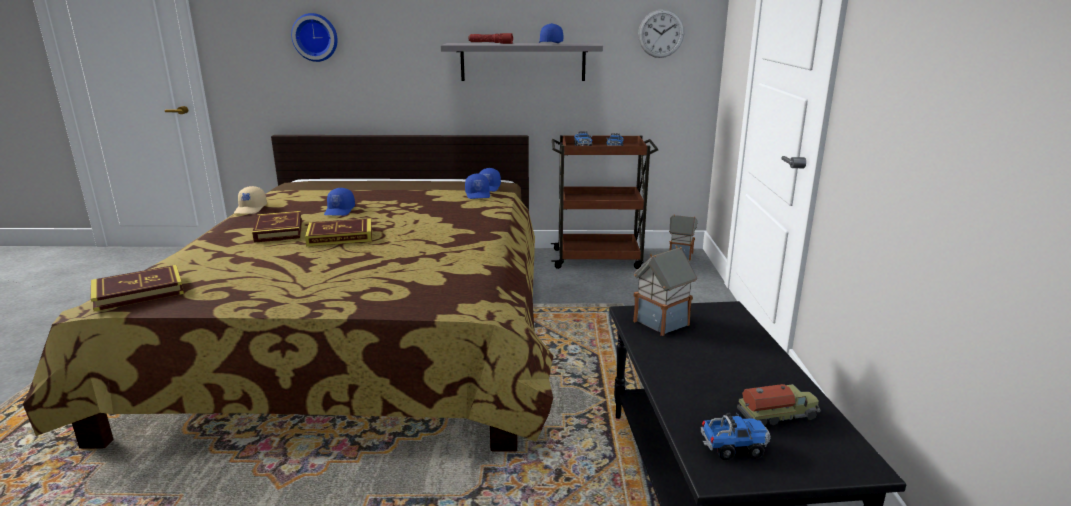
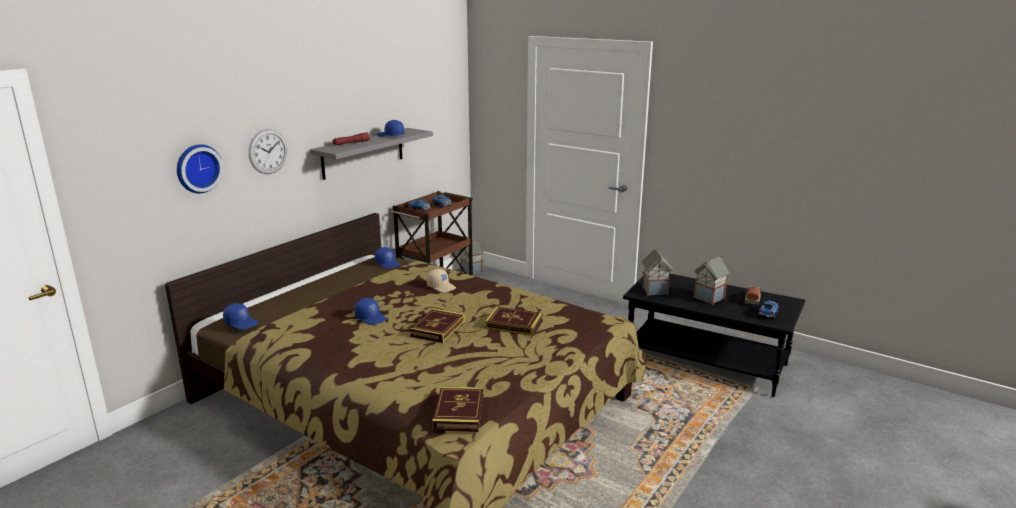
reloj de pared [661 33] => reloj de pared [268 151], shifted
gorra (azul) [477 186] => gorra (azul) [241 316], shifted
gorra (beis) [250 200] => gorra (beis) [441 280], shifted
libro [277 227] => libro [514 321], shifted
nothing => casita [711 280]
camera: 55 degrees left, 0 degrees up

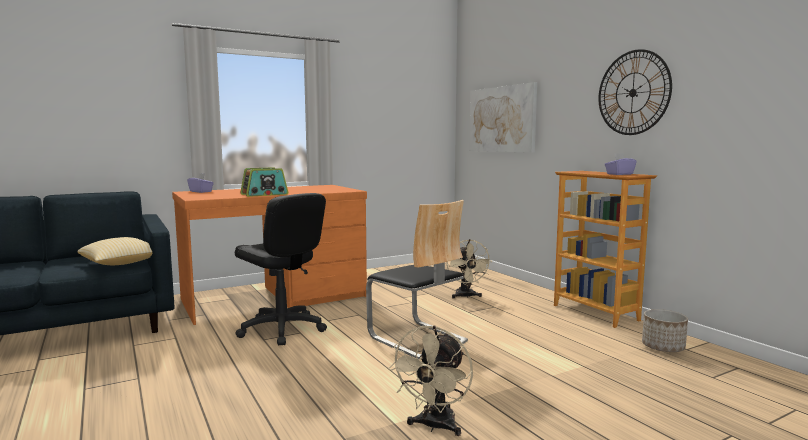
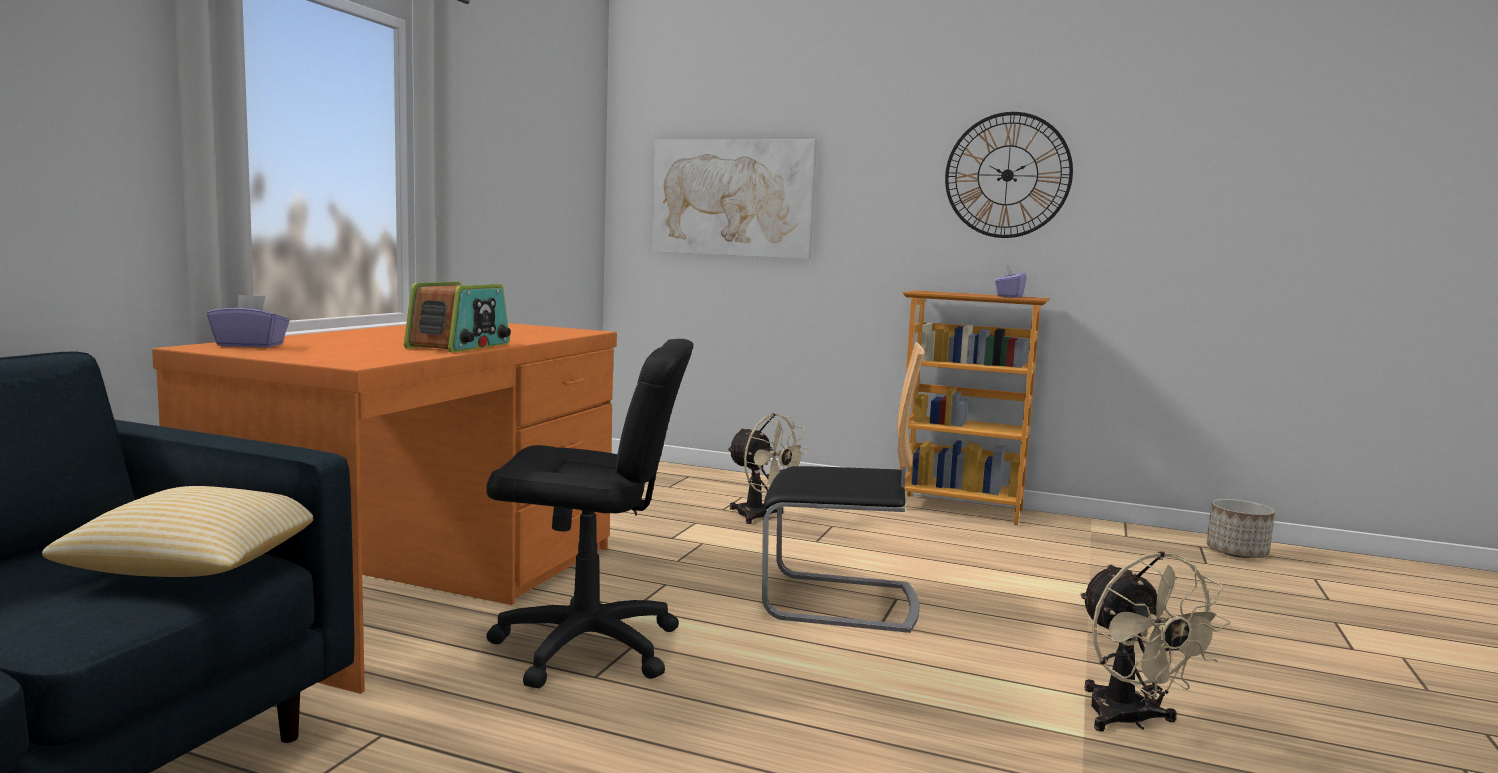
maceta [665 330] => maceta [1241 528], shifted
camera: 40 degrees left, 0 degrees up

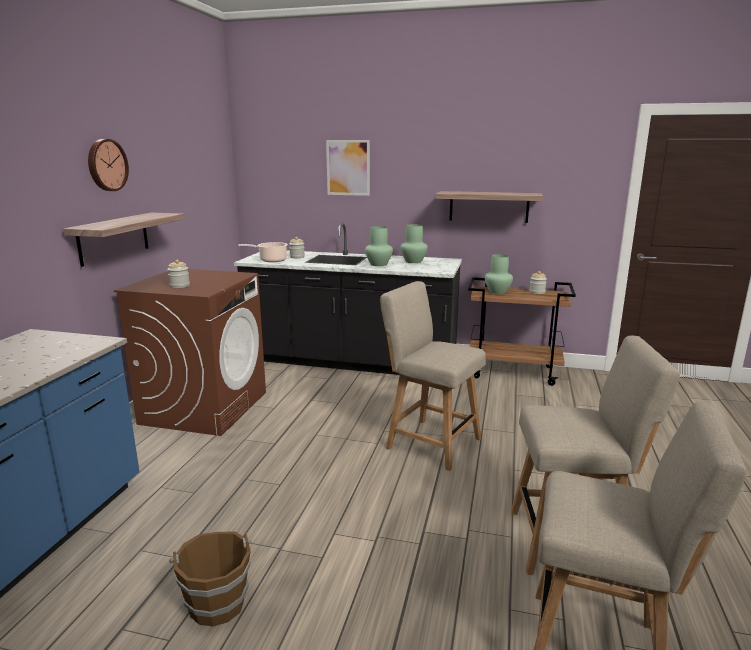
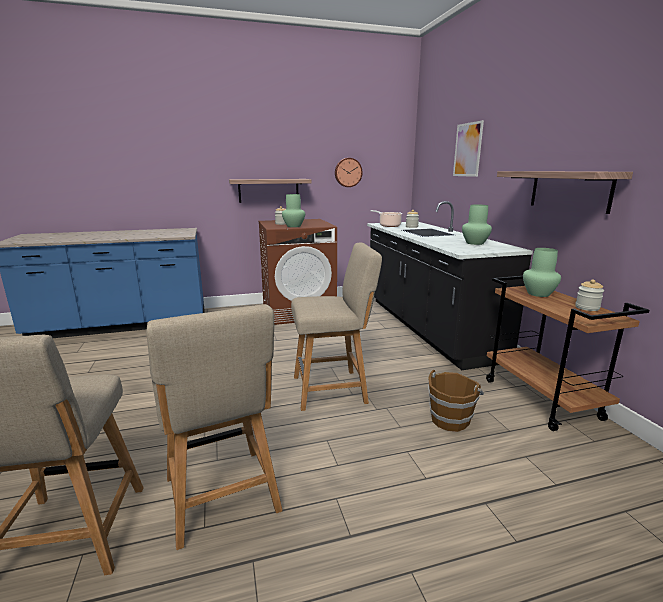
reloj de pared [108 165] => reloj de pared [349 172], shifted
florero (verde) [379 246] => florero (verde) [293 210], shifted
silla (beis) [433 376] => silla (beis) [336 327], 75 degrees clockwise
cubo (marrón) [210 579] => cubo (marrón) [456 401], shifted
camera: 60 degrees right, 0 degrees up

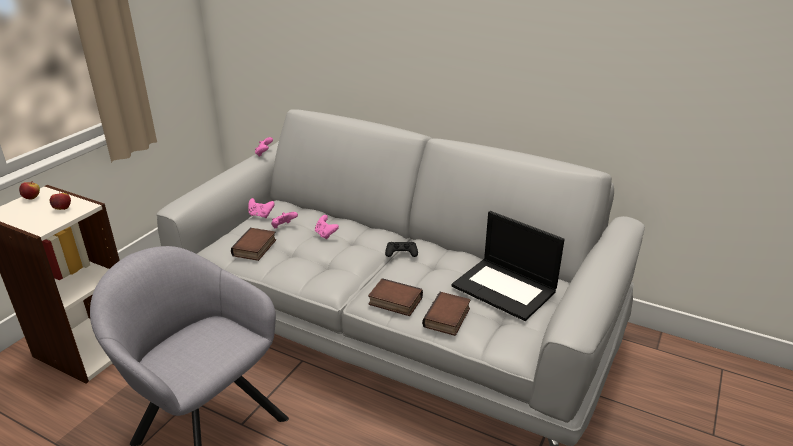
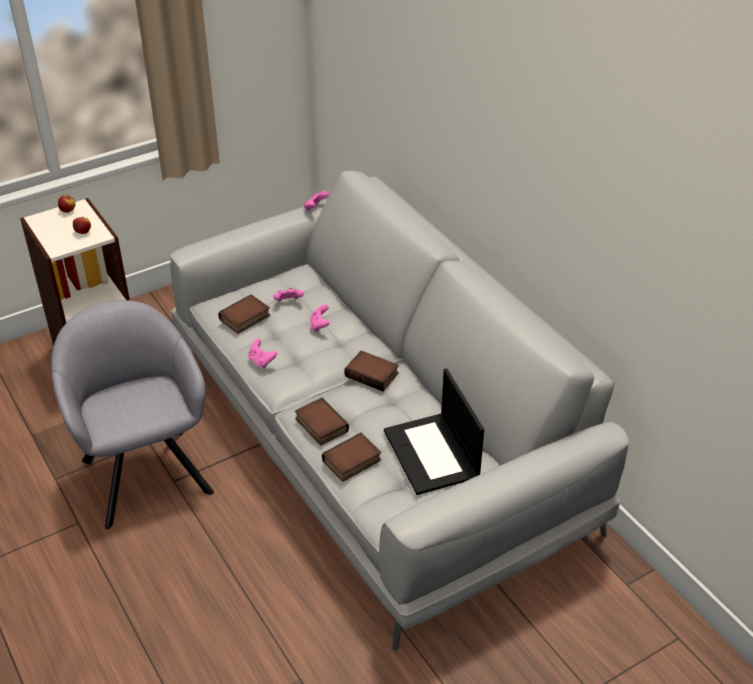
mando de consola (rosa) [261 208] => mando de consola (rosa) [262 353], shifted
mando de consola (negro) [401 249] => libro [371 371]
camera: 30 degrees right, 10 degrees up

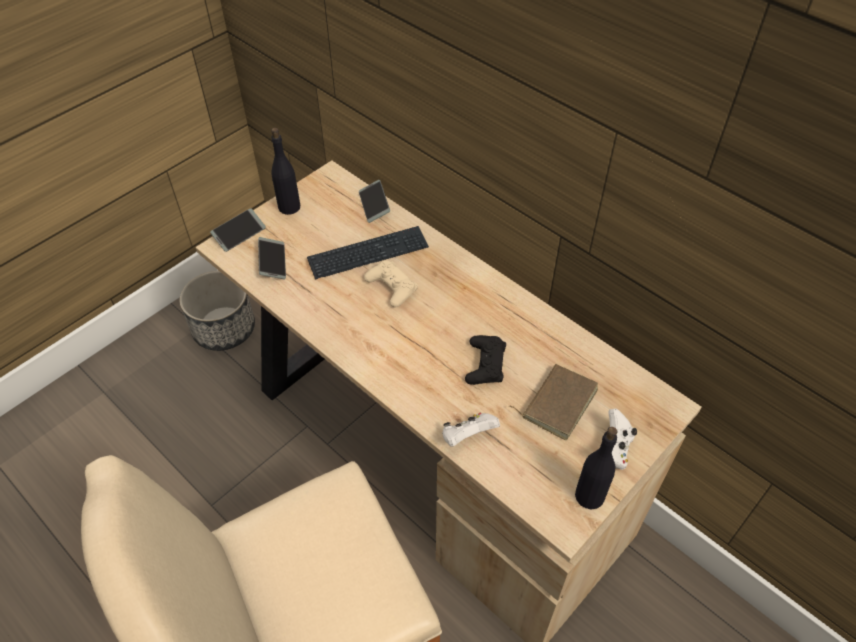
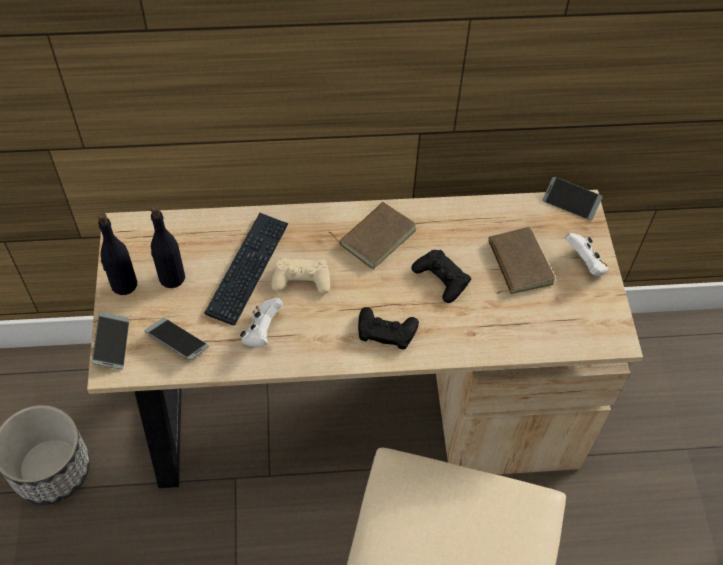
móvil [374 201] => móvil [572 199], shifted
mando de consola (blanco) [471 430] => mando de consola (blanco) [261 322], shifted
botella (negro) [596 468] => botella (negro) [168 247], shifted
nothing => libro (marrón) [372 235]
nothing => mando de consola (negro) [388 328]
camera: 50 degrees left, 5 degrees up

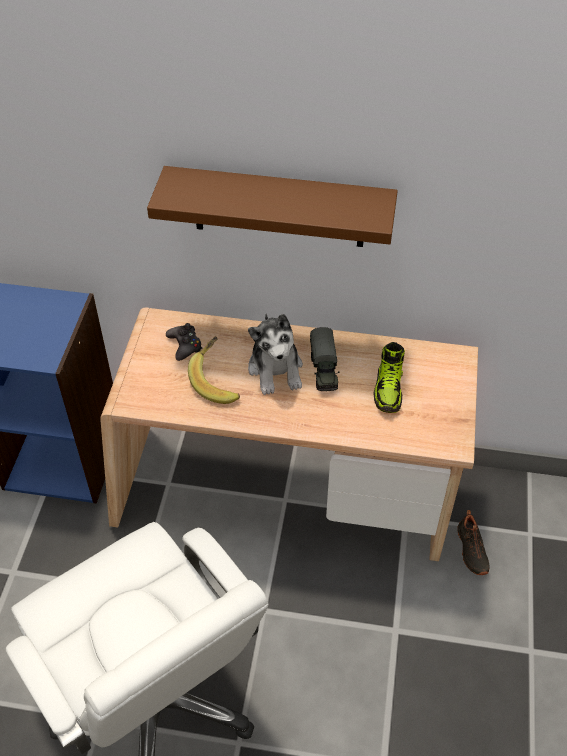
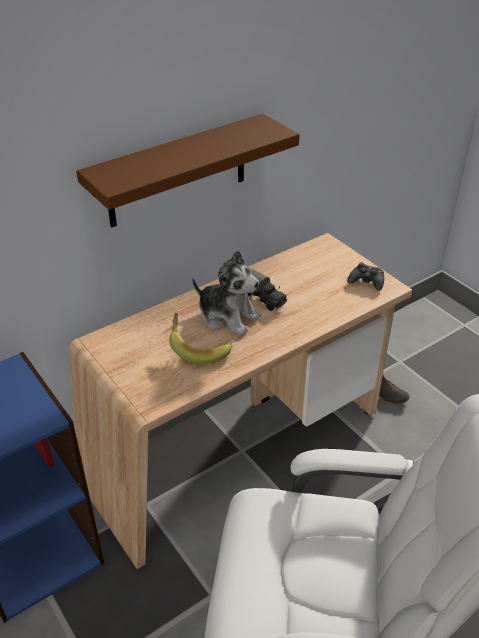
mando de consola (negro) [184 342] => mando de consola (negro) [365 276], shifted
zapato [389 377] => nothing
camera: 45 degrees left, 10 degrees down

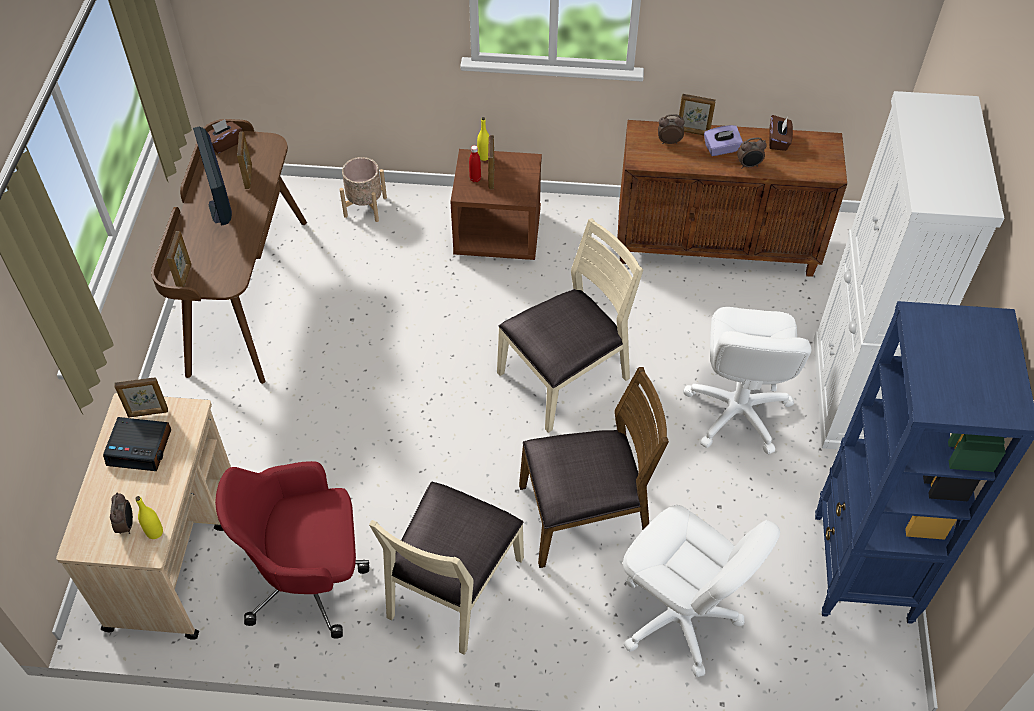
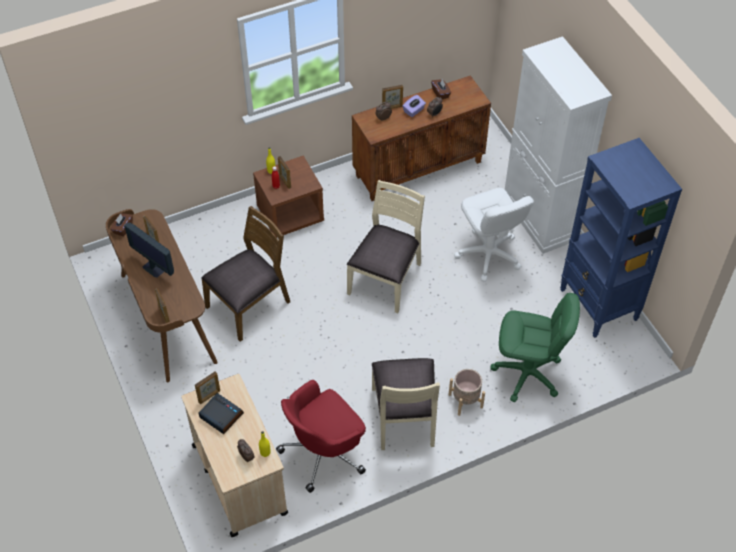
maceta (beis) [363 189] => maceta (beis) [467 392], shifted
silla (marrón) [594 467] => silla (marrón) [245 274], shifted
despertador [137 444] => despertador [221 413], 120 degrees counterclockwise
silla de oficina (blanco) [701 591] => silla de oficina (verde) [535 347]
camera: 30 degrees left, 0 degrees up

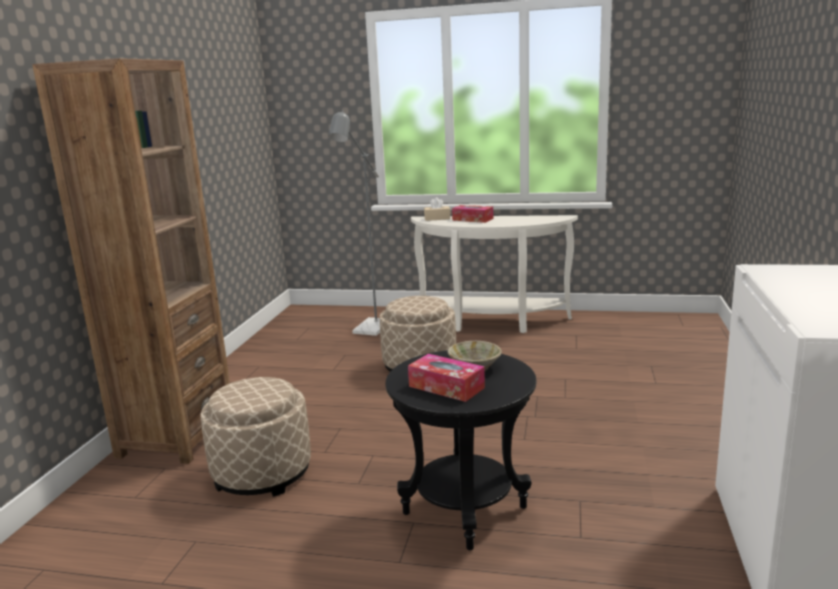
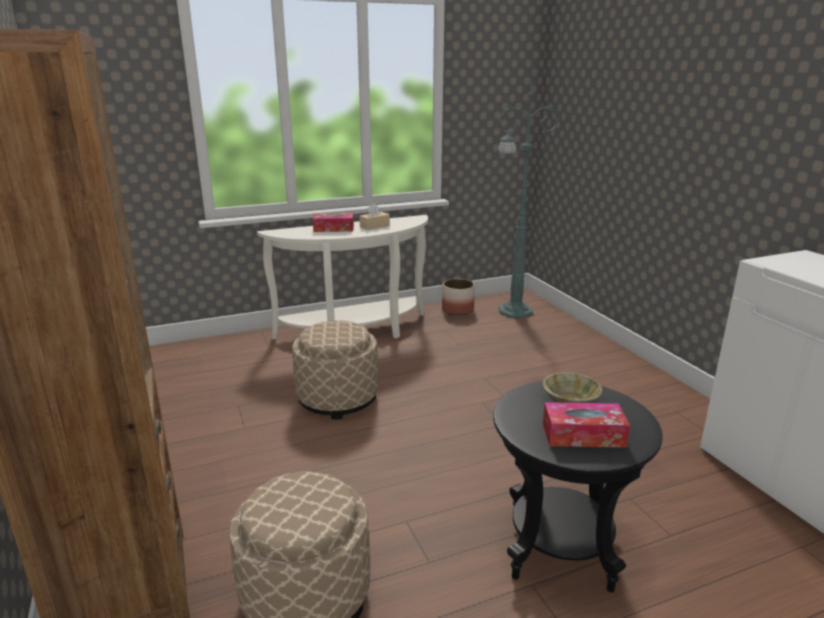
lámpara de pie (gris) [354 223] => nothing
caja de pañuelos (beis) [437 209] => caja de pañuelos (beis) [374 216], shifted
nothing => lámpara de pie (verde) [528 193]
nothing => maceta [458 297]
camera: 35 degrees left, 5 degrees up

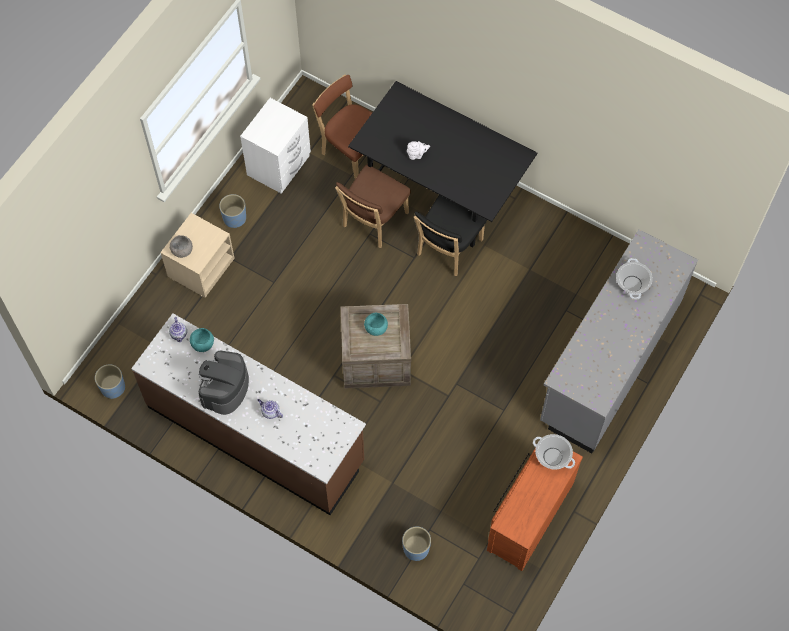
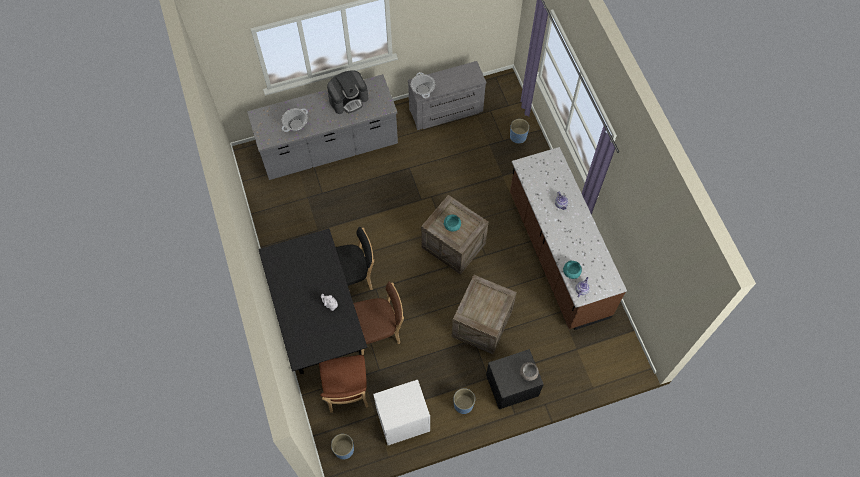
mesita de noche (beis) [197 255] => mesita de noche (negro) [515 379]
cafetera [224 383] => cafetera [347 92], shifted
maceta (azul) [110 381] => maceta (azul) [342 446], shifted
cómoda (marrón) [535 509] => cómoda (gris) [447 95]
nothing => caja de embalaje [484 315]
camera: 140 degrees left, 0 degrees up

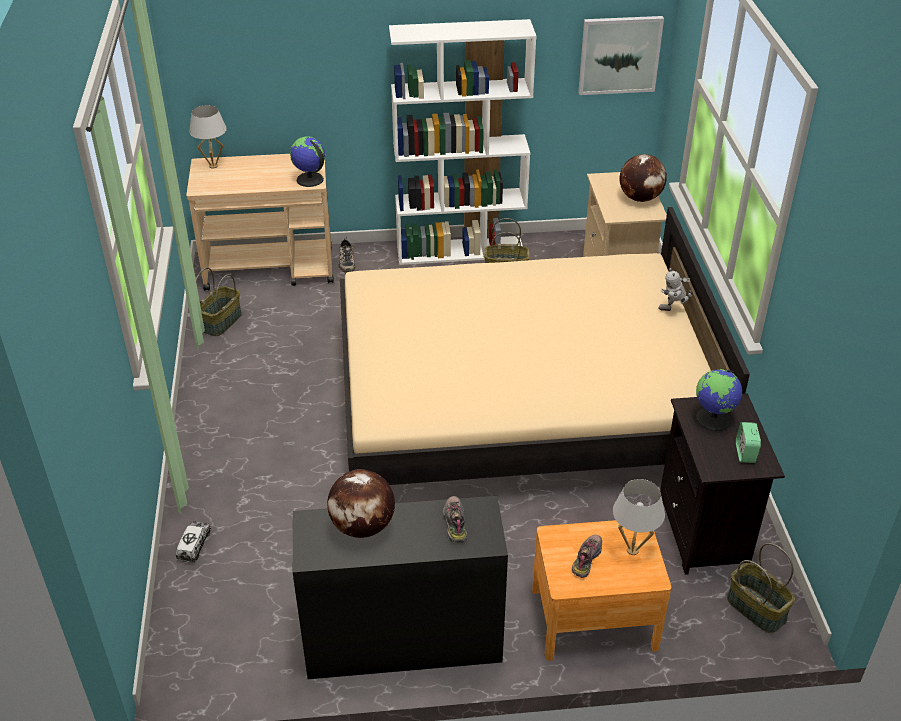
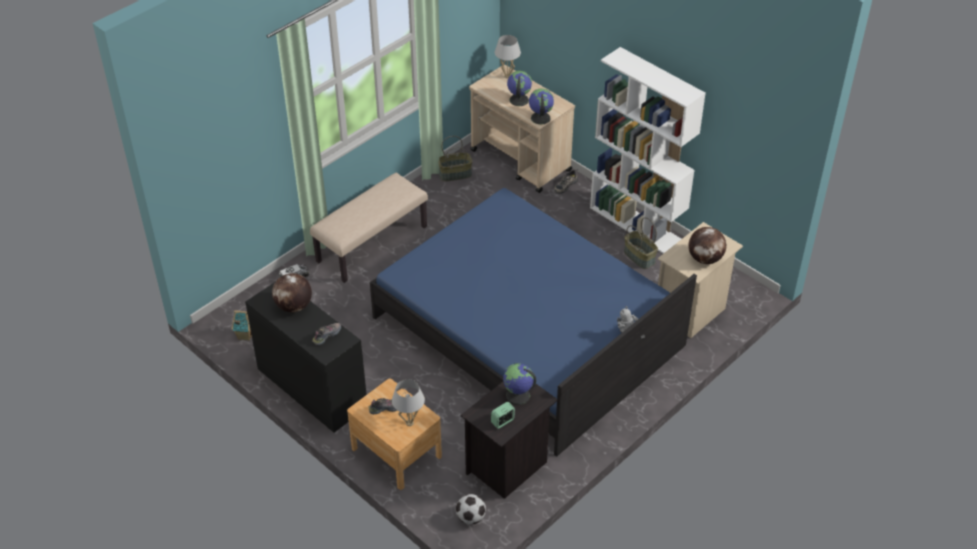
cuadro [621 55] => nothing
cama (beis) [545 346] => cama (azul) [533 322]
cesta [761 588] => balón de fútbol [471 509]
nothing => globo terráqueo [519 88]
nothing => banco (beis) [369 228]
nothing => casita [242 325]
camera: 50 degrees right, 5 degrees up

